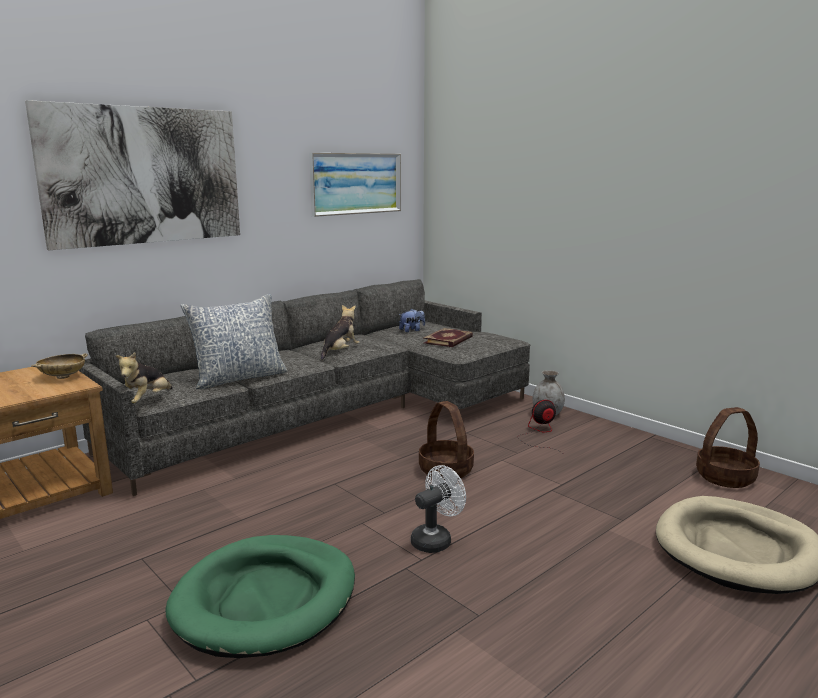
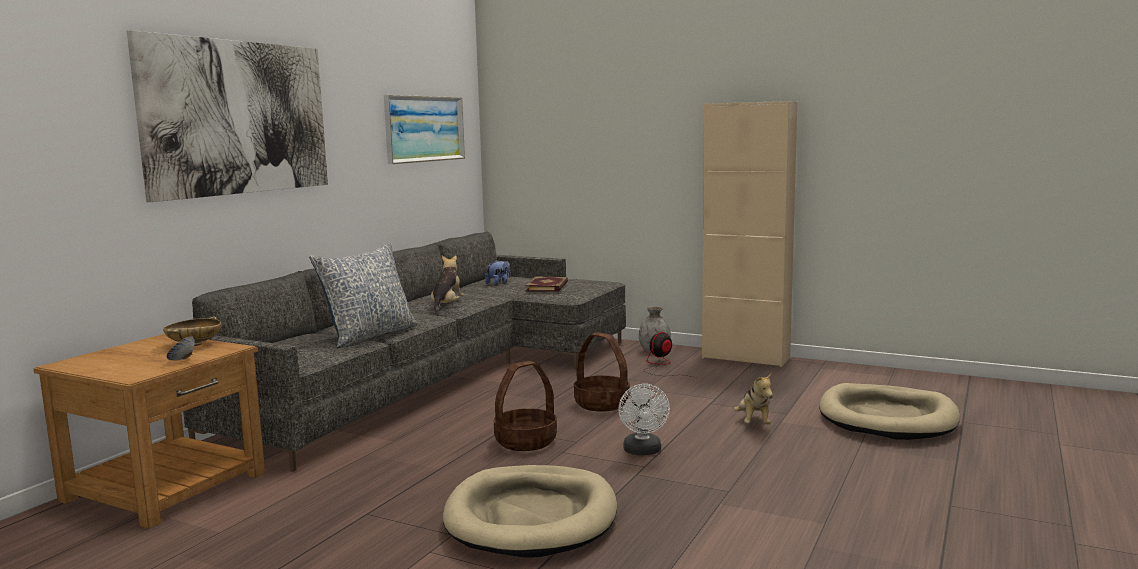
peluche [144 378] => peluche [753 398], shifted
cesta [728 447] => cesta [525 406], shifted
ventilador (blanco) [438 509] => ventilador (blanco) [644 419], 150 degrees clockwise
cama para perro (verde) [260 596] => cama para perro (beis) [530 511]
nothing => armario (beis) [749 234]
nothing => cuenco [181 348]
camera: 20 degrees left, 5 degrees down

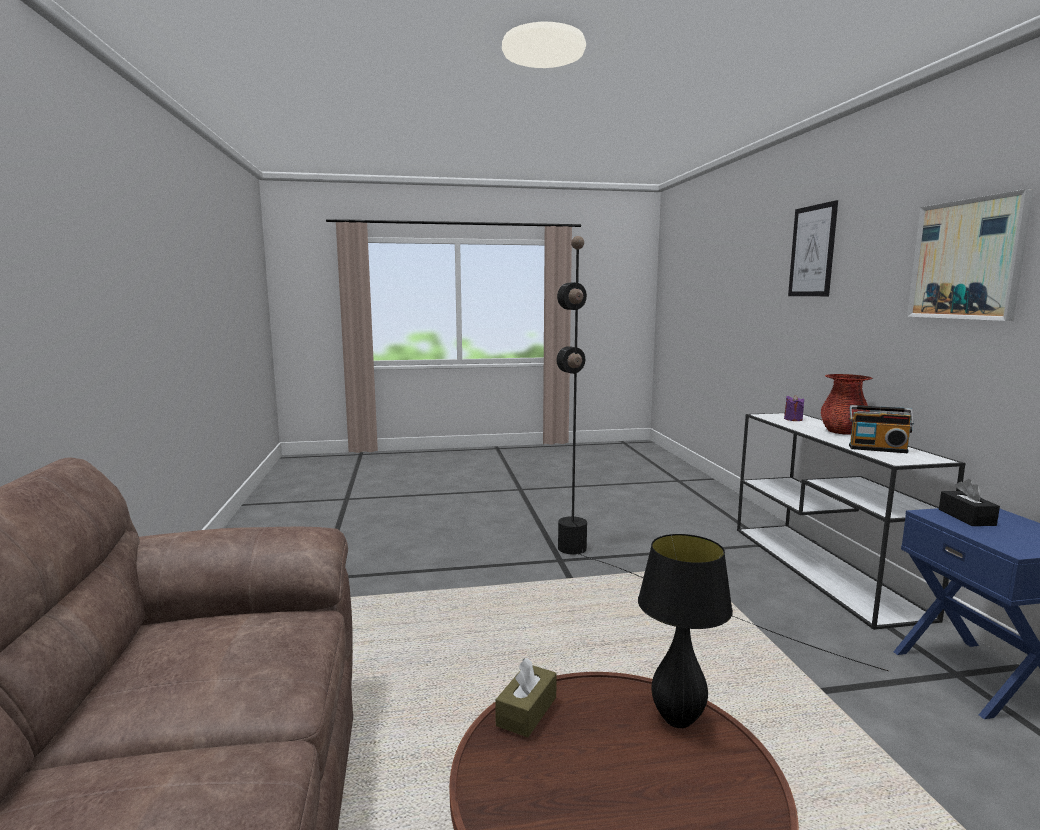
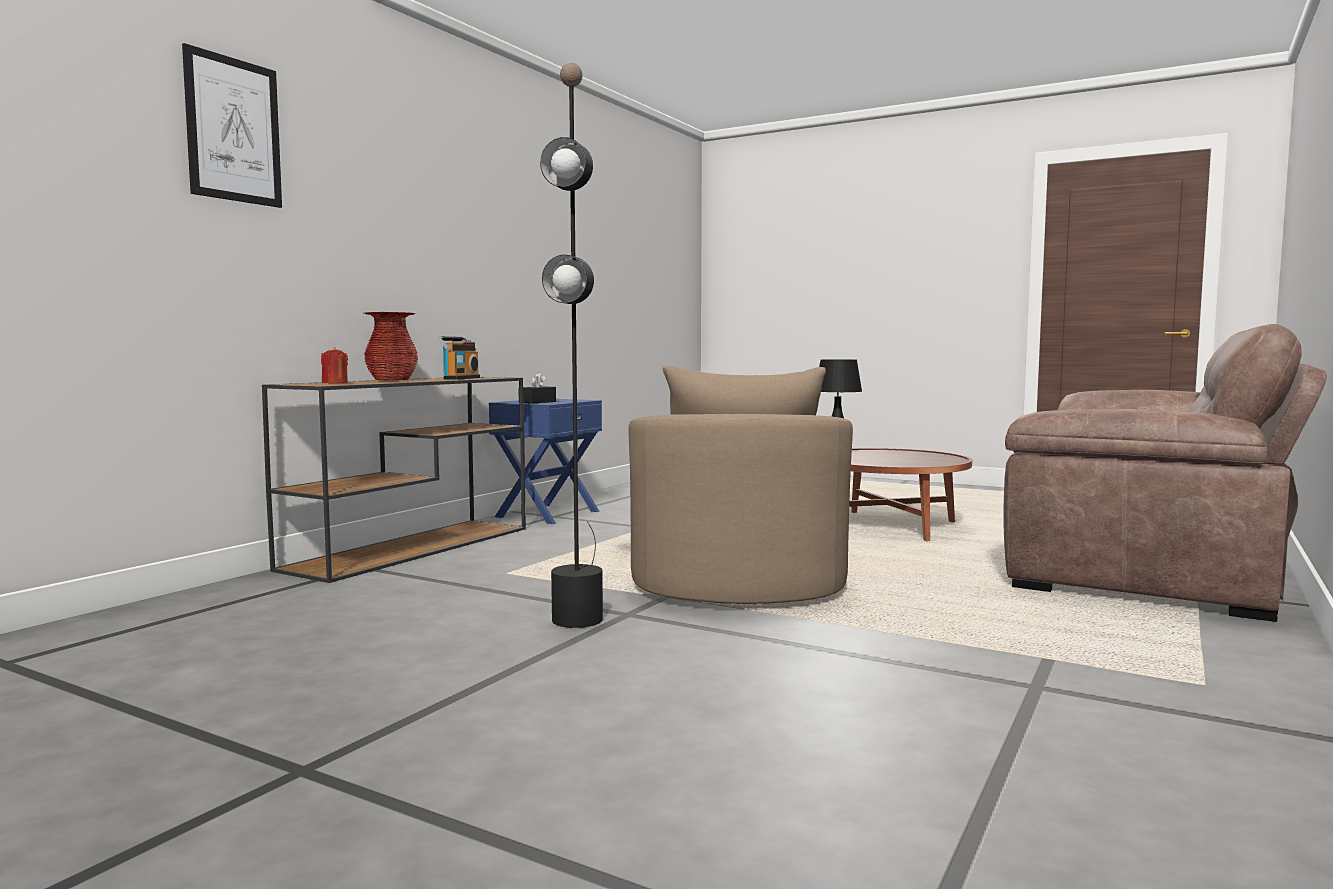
cuadro [970 255] => nothing
vela (morado) [794 408] => vela (rojo) [334 365]
radio [881 429] => radio [458 358], 45 degrees clockwise
mesa consola (blanco) [851 521] => mesa consola (marrón) [394 480]
caja de pañuelos (marrón) [526 698] => nothing
nothing => sillón (beis) [740 485]
camera: 140 degrees left, 5 degrees down

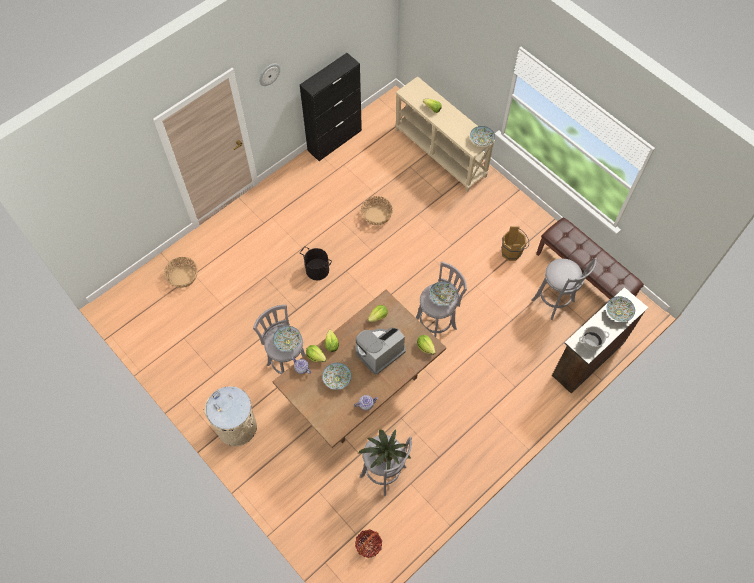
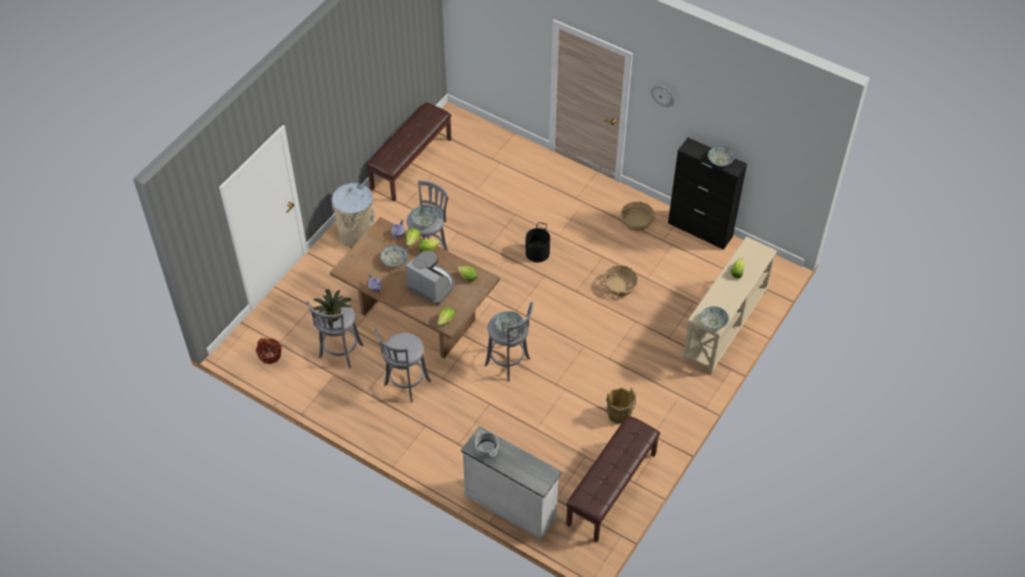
cesta [181 272] => cesta [638 216], shifted
taburete (gris) [564 289] => taburete (gris) [403 366], shifted
cómoda (marrón) [600 340] => cómoda (blanco) [511 483]
cuenco [621 309] => cuenco [721 156], shifted
nothing => banco (marrón) [409 152]
camera: 75 degrees right, 10 degrees down

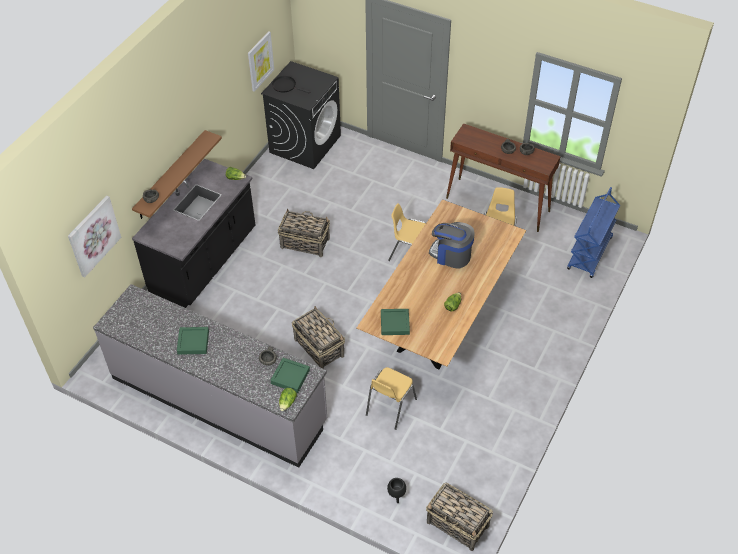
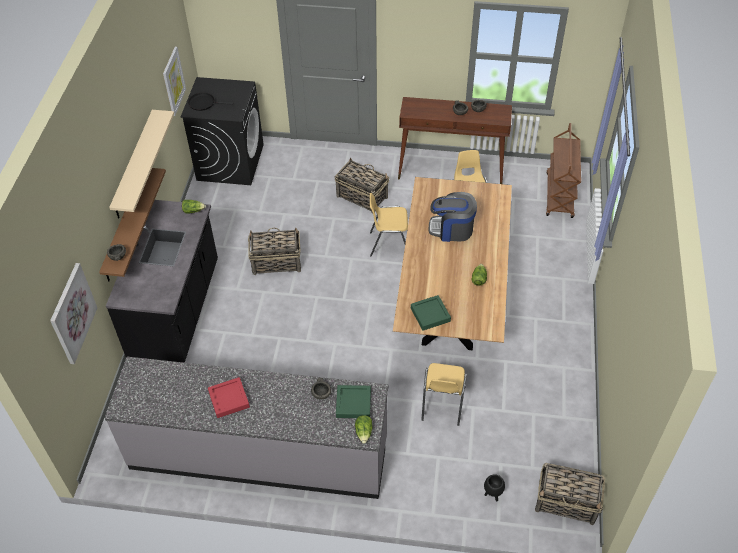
carrito (azul) [593 232] => carrito (marrón) [563 170]
cesta [318 337] => cesta [362 185], shifted
bandeja (verde) [193 341] => bandeja (rojo) [229 397]
nothing => estante (beis) [141 164]
camera: 20 degrees left, 0 degrees up

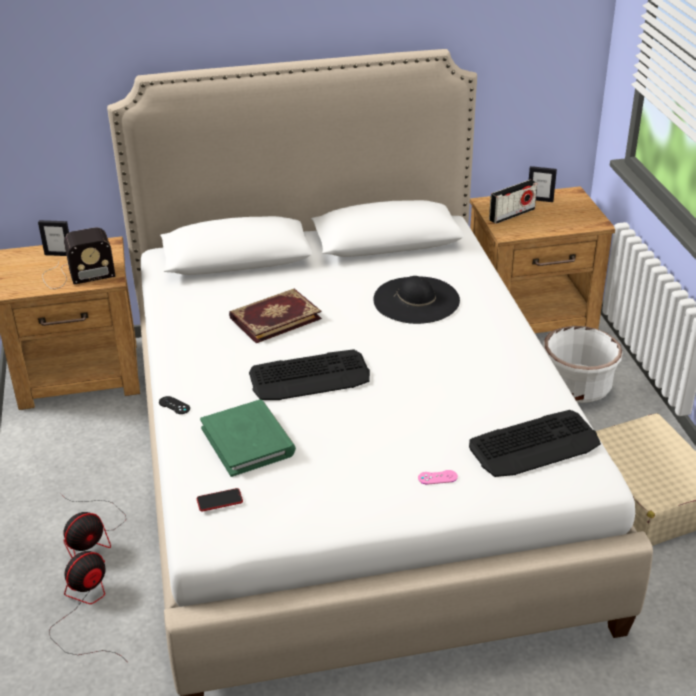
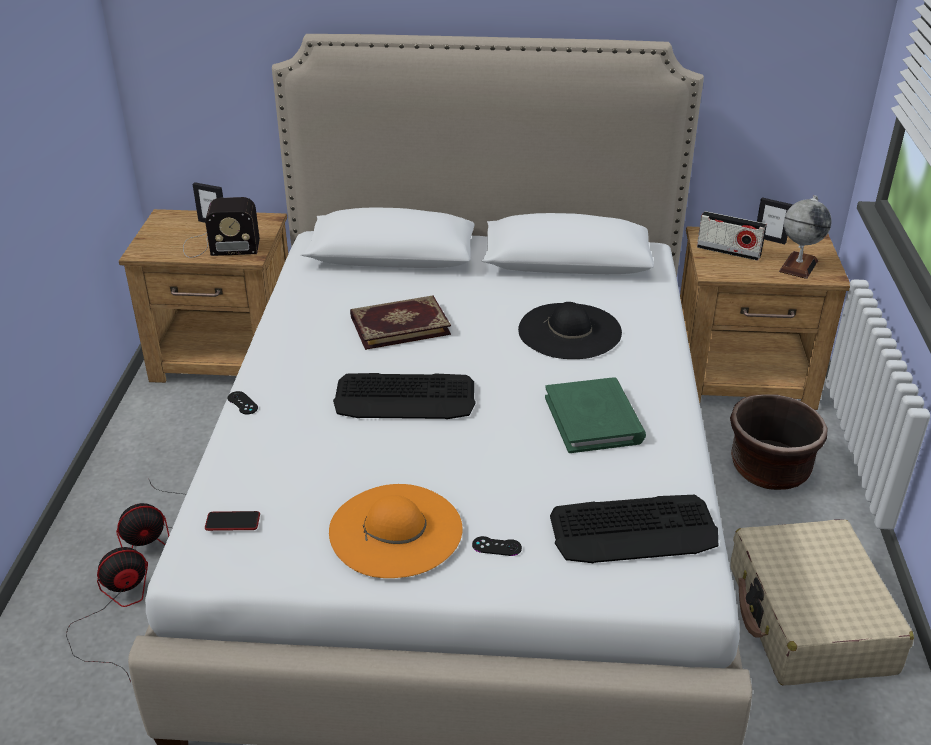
radio [513 201] => radio [732 236], 45 degrees clockwise
maceta (blanco) [582 364] => maceta (marrón) [778 442]
libro (verde) [248 438] => libro (verde) [595 415], shifted
mando de consola (rosa) [438 477] => mando de consola (negro) [497 546]
nothing => globo terráqueo [805 237]
nothing => sombrero (naranja) [396 531]
camera: 15 degrees right, 0 degrees up

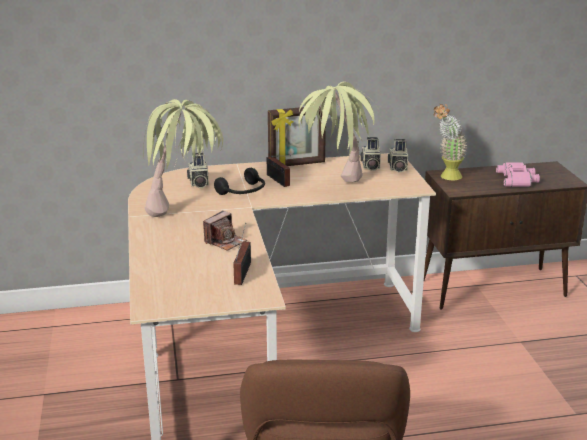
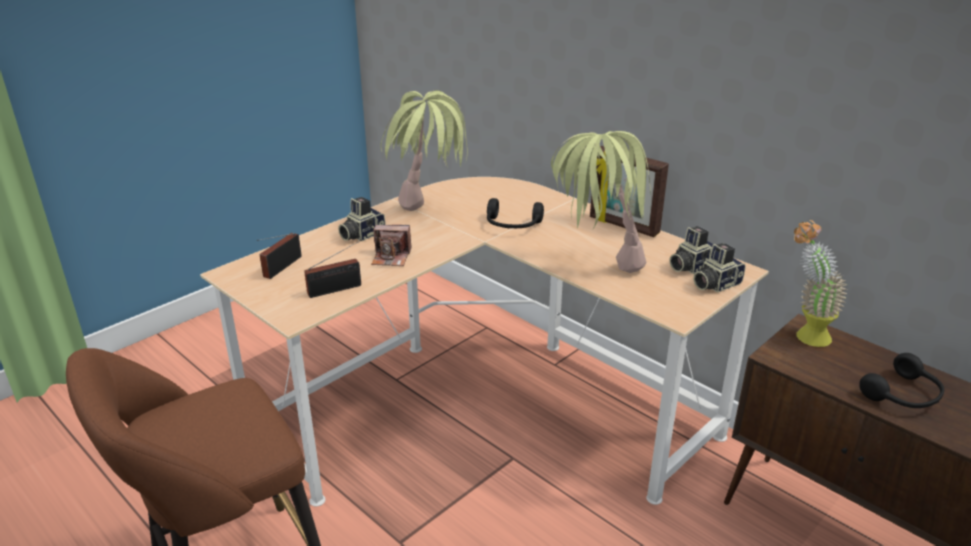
cámara [198 170] => cámara [361 219], shifted
radio [278 171] => radio [279 256], shifted
prismáticos (rosa) [518 174] => auriculares (negro) [901 380]
camera: 55 degrees right, 5 degrees up

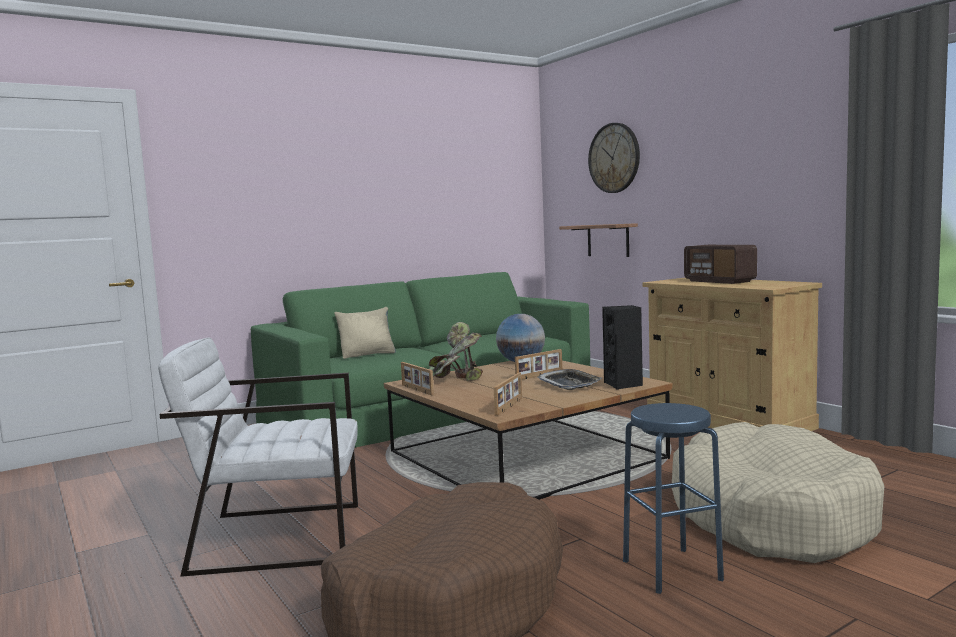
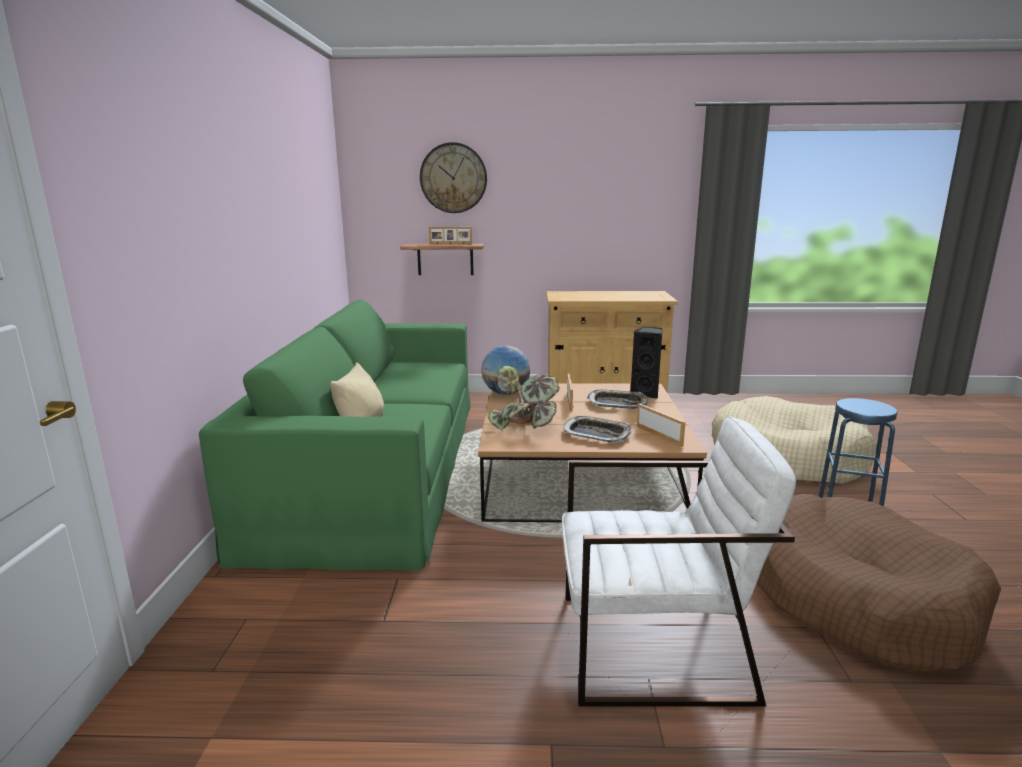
radio [720 264] => nothing
sillón (blanco) [258 457] => sillón (blanco) [679 561], 120 degrees counterclockwise
portarretratos [417 379] => portarretratos [450 236], shifted
nothing => bandeja [597 429]
camera: 55 degrees left, 10 degrees up

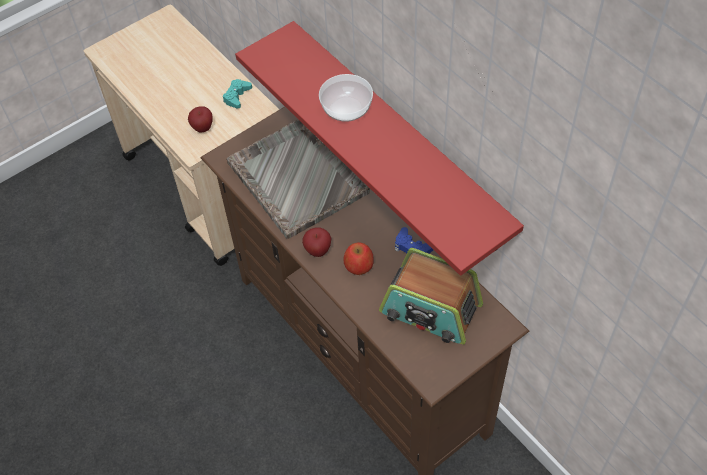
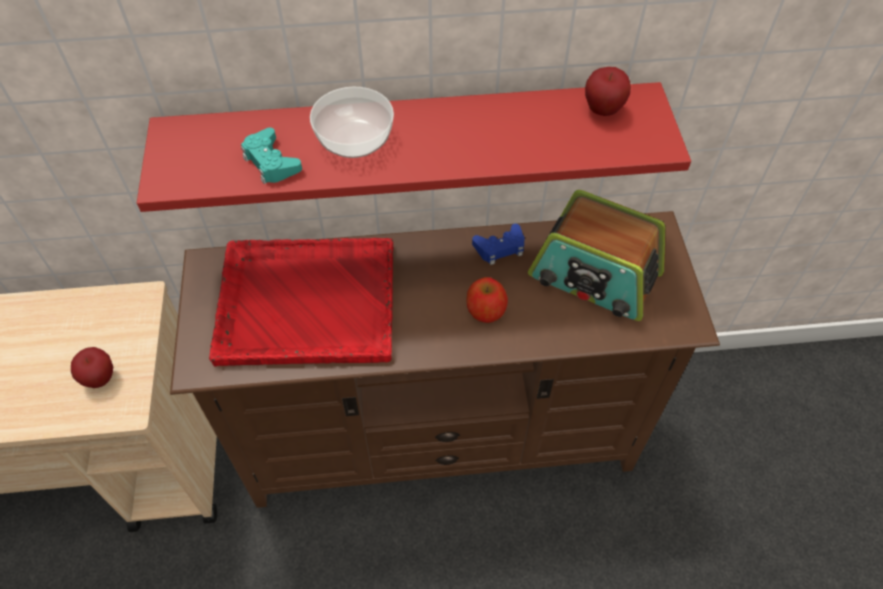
mando de consola (turquesa) [237 94] => mando de consola (turquesa) [271 156], shifted
bandeja (gris) [298 179] => bandeja (rojo) [301 302]
manzana [317 242] => manzana [608 91], shifted
radio [431 296] => radio [596 255], 60 degrees clockwise
camera: 60 degrees left, 0 degrees up

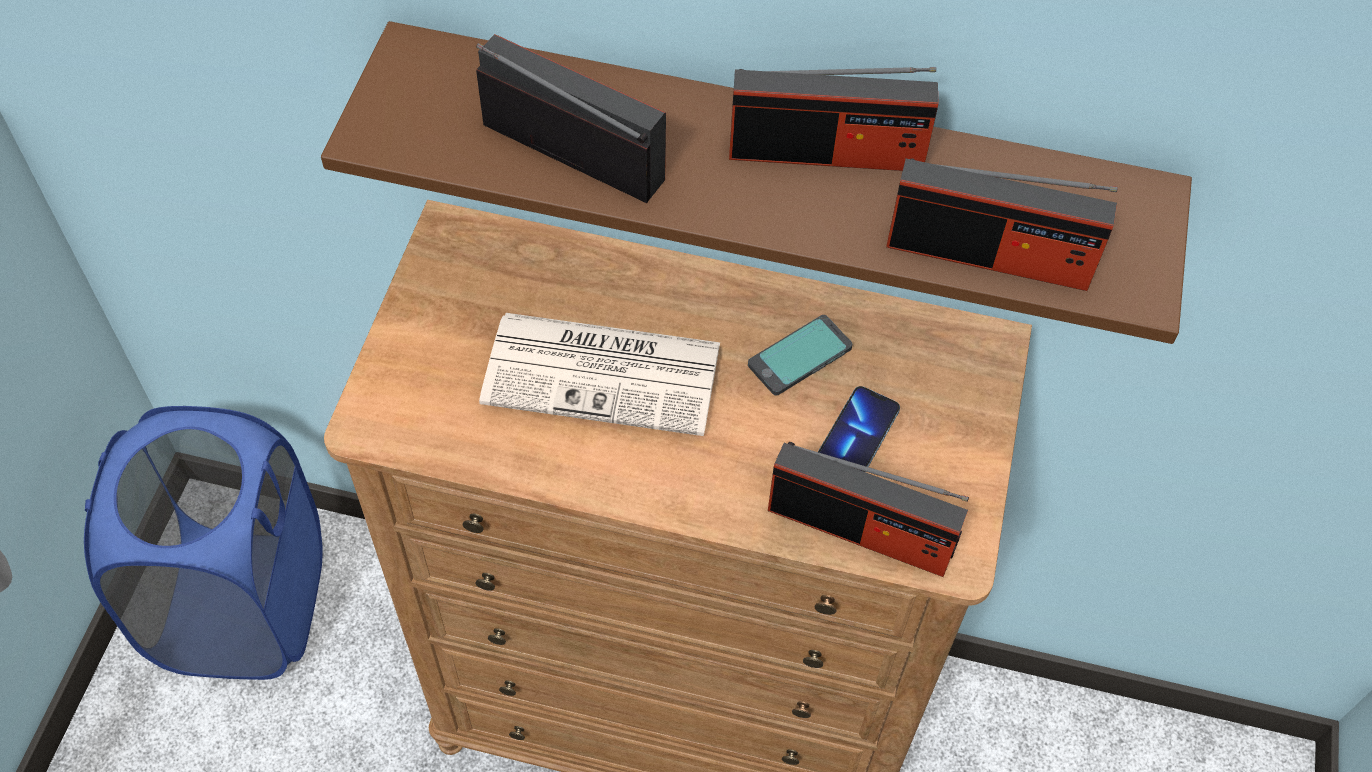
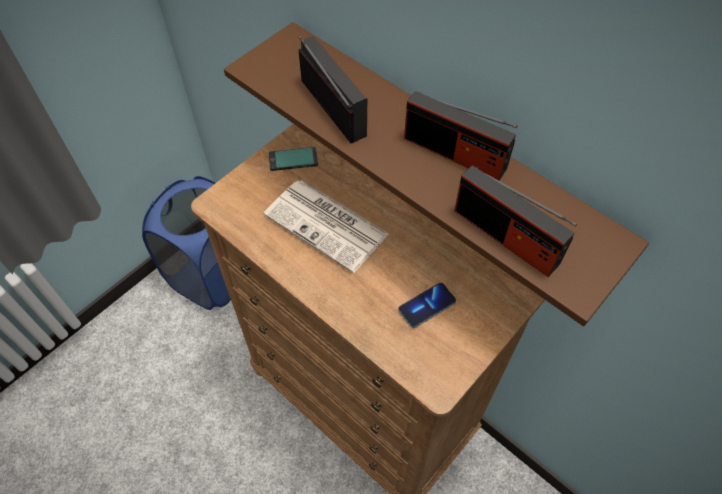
móvil [800 355] => móvil [293 159], shifted
radio [868 509] => nothing
camera: 30 degrees right, 0 degrees up

